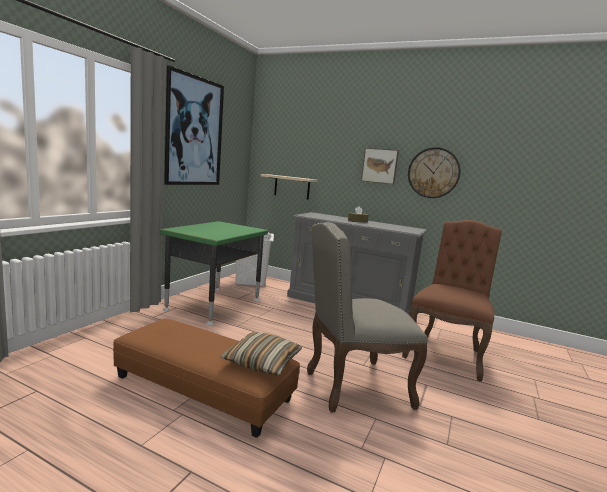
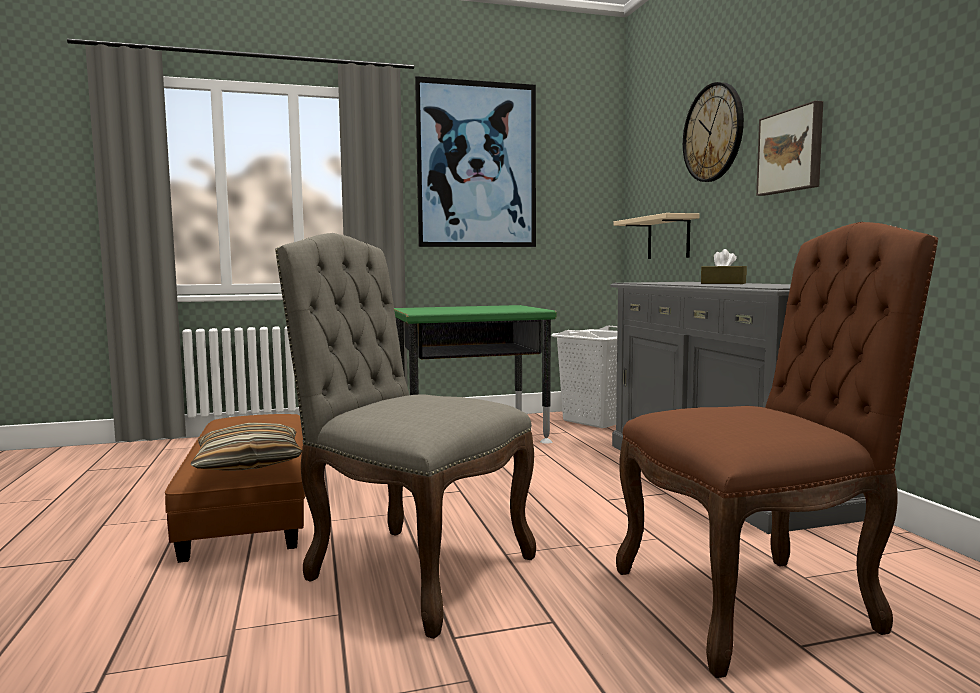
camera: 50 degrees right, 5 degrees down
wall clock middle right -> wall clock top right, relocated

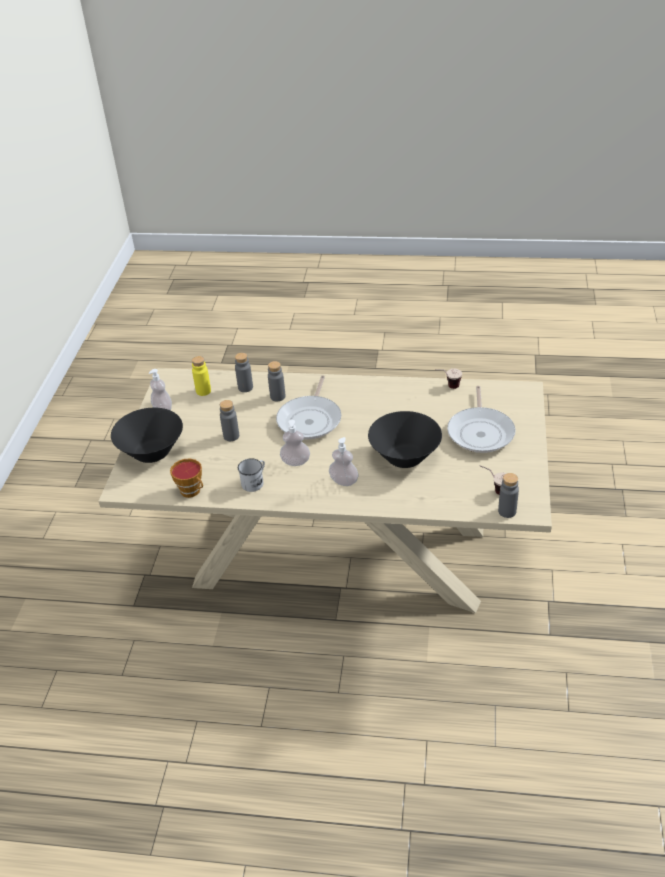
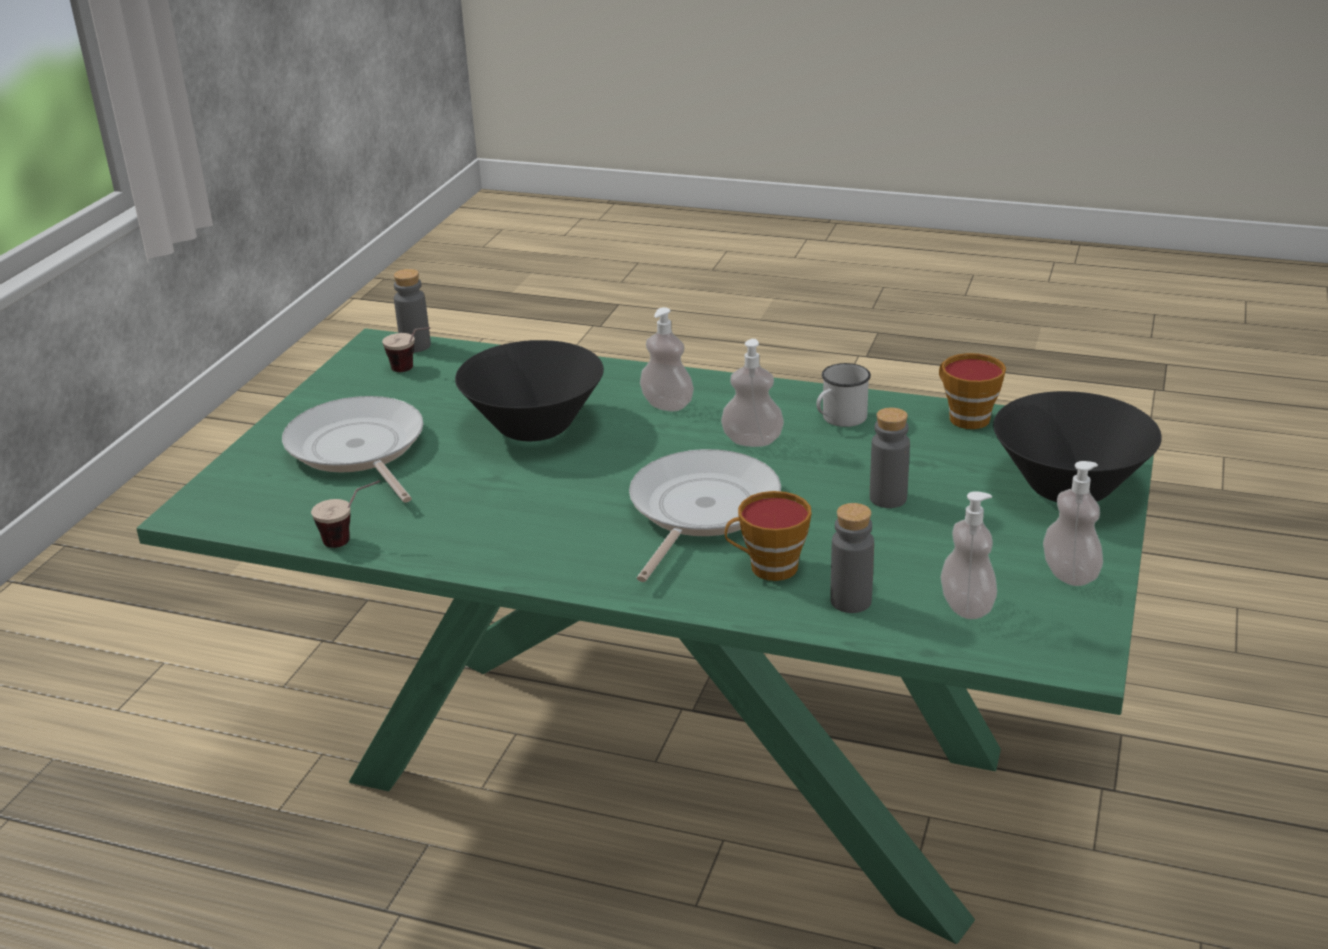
camera: 170 degrees left, 10 degrees down
yellow bottle middle left -> soap dispenser (no. 3 from left) middle right
grey bottle (no. 3 from left) centre -> cup (no. 3 from left) centre
beige dining table centre -> green dining table bottom centre
frying pan (no. 2 from left in the first image) middle right -> frying pan (no. 1 from left) middle left, 45 degrees counterclockwise

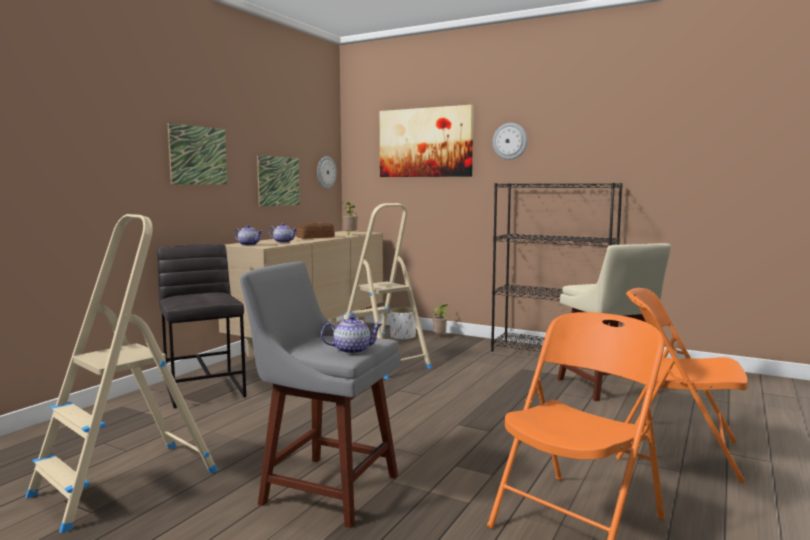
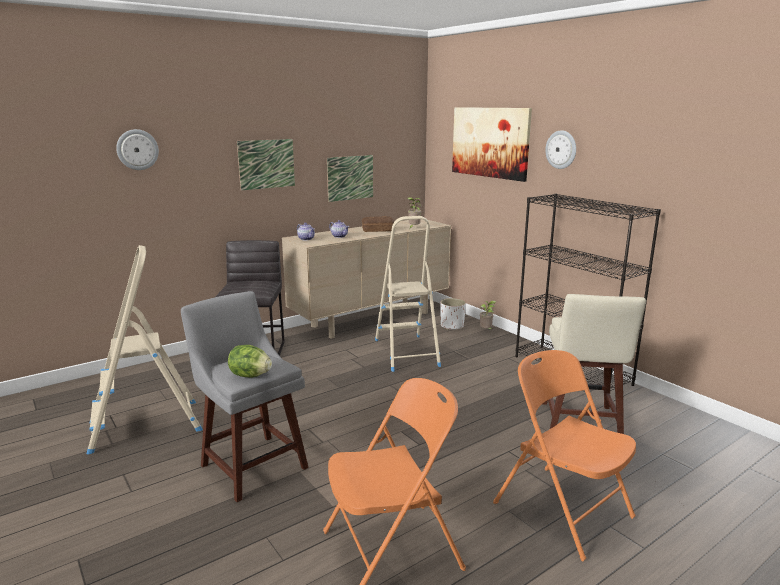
camera: 25 degrees right, 10 degrees up
wall clock (no. 1 from left) top centre -> wall clock (no. 1 from left) top left, relocated
teapot (no. 3 from left) centre -> lettuce middle left

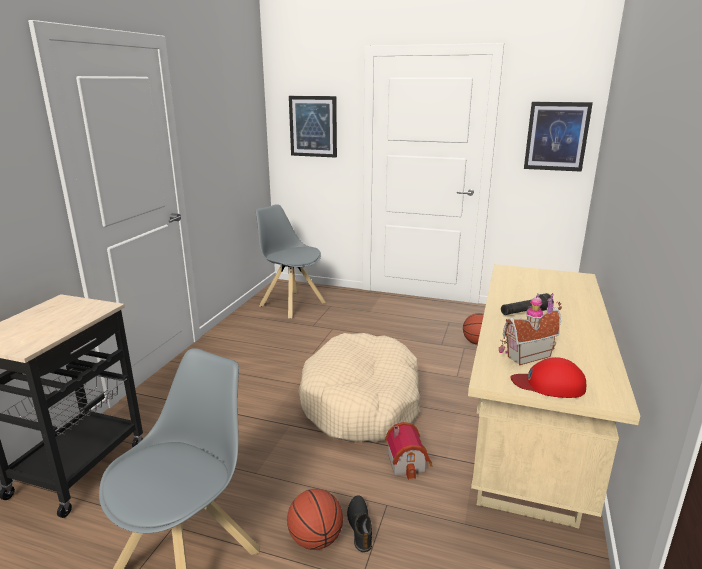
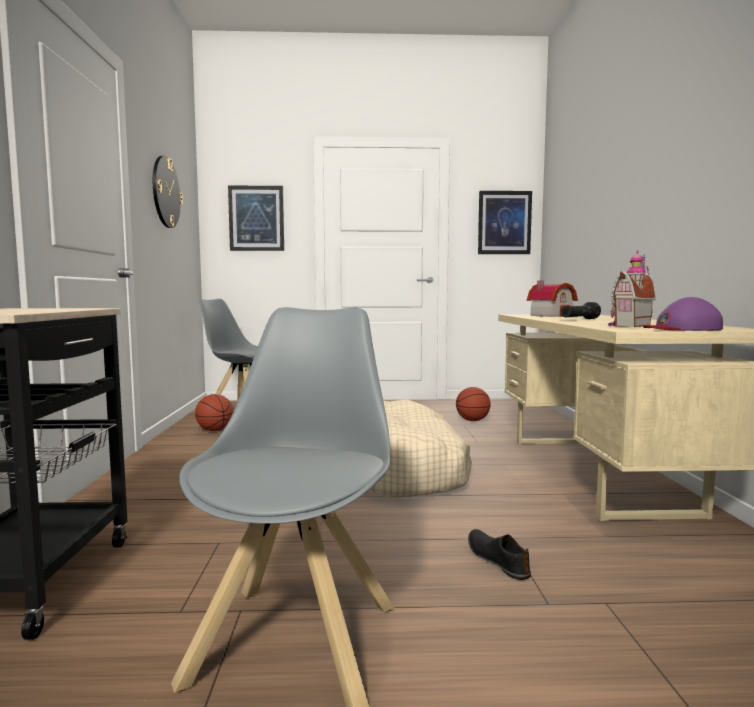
camera: 20 degrees left, 15 degrees down
none -> wall clock top left
basketball (no. 1 from left) bottom centre -> basketball (no. 1 from left) middle left, relocated
toy house (no. 1 from left) bottom centre -> toy house (no. 1 from left) middle right, relocated
red cap middle right -> purple cap middle right

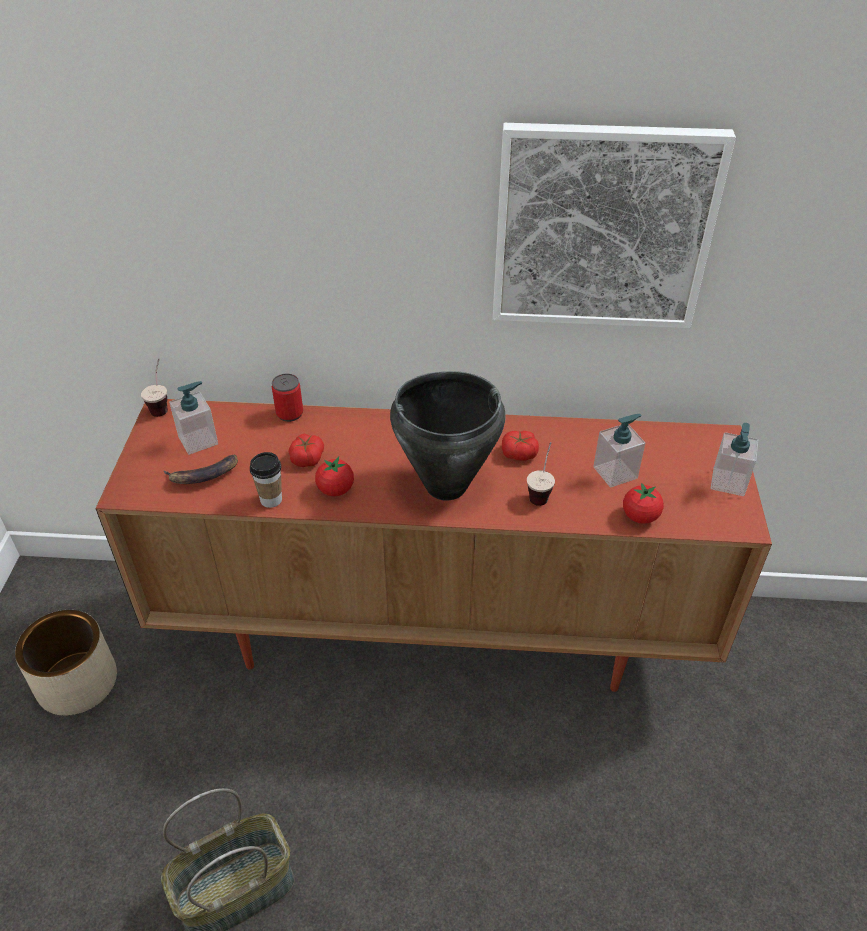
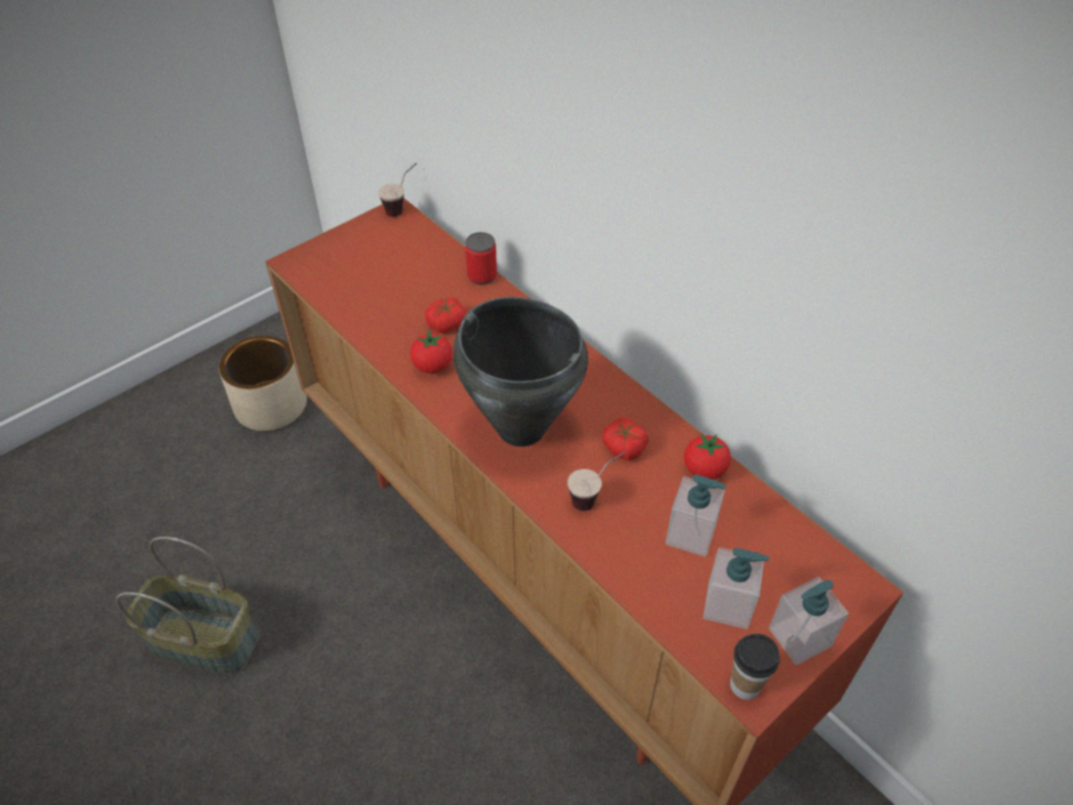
camera: 45 degrees right, 5 degrees up
banana middle left -> none
picture top right -> none
soap dispenser (no. 1 from left in the first image) middle left -> soap dispenser (no. 2 from left) bottom right, relocated
cup (no. 2 from left in the first image) middle left -> cup (no. 3 from left) bottom right, relocated
tomato (no. 4 from left) middle right -> tomato (no. 4 from left) centre, relocated

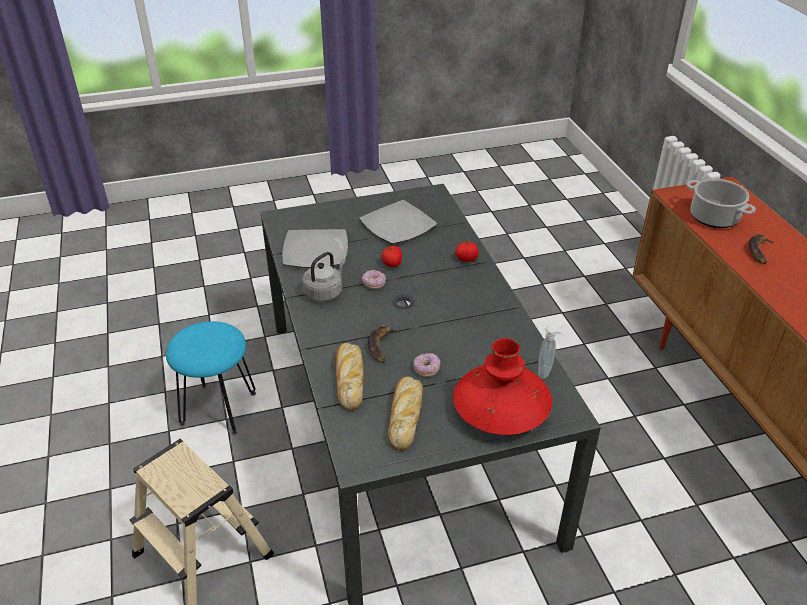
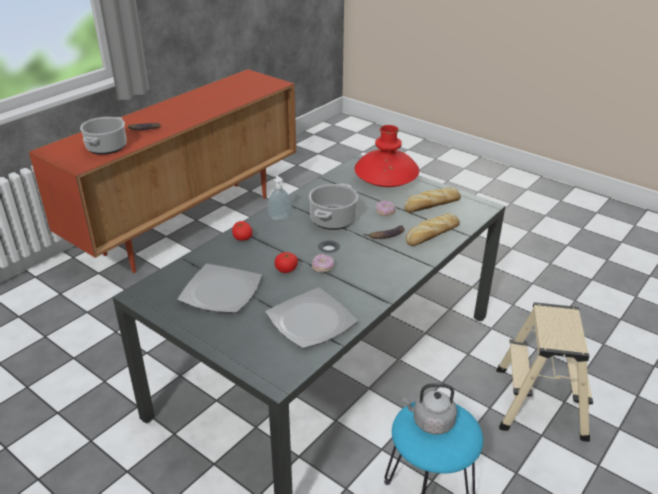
camera: 125 degrees left, 5 degrees down
none -> cooking pot (no. 2 from left) centre
grey kettle centre -> grey kettle bottom centre, relocated
soap dispenser middle right -> soap dispenser centre, relocated

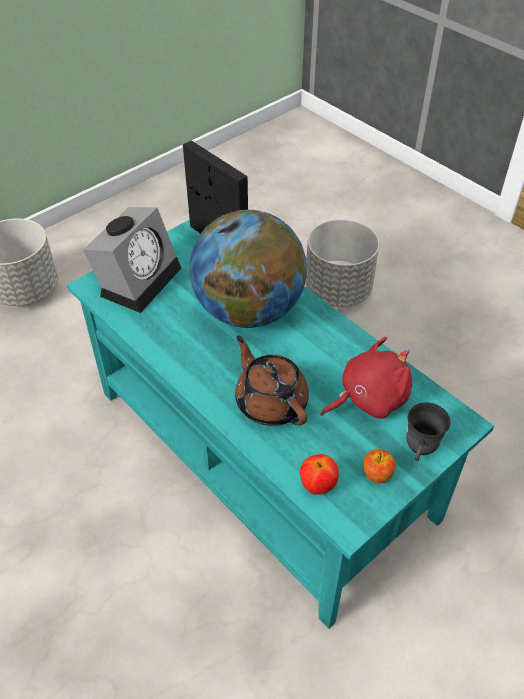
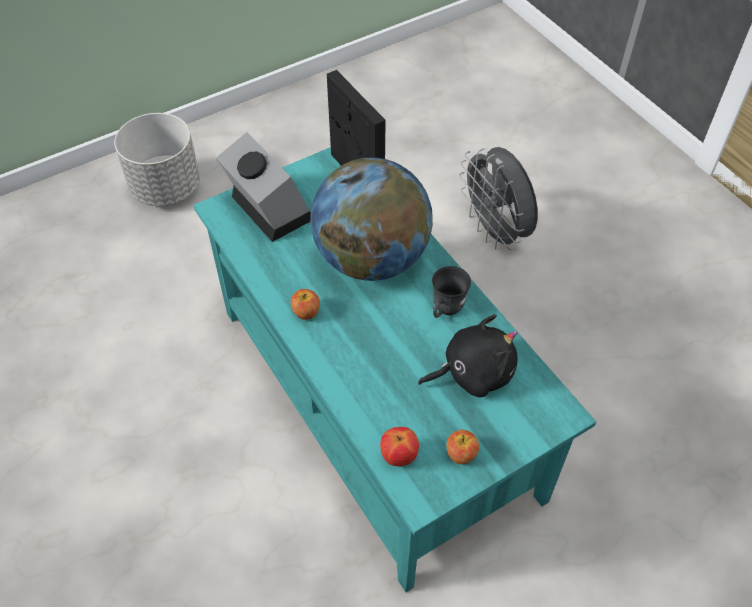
camera: 10 degrees right, 5 degrees up
brown teapot centre -> none
none -> apple (no. 1 from left) centre
grey mug middle right -> grey mug centre, relocated
grey planter (no. 2 from left) centre -> grey fan top centre
red plush toy middle right -> black plush toy centre
alarm clock middle left -> alarm clock top centre, 75 degrees counterclockwise

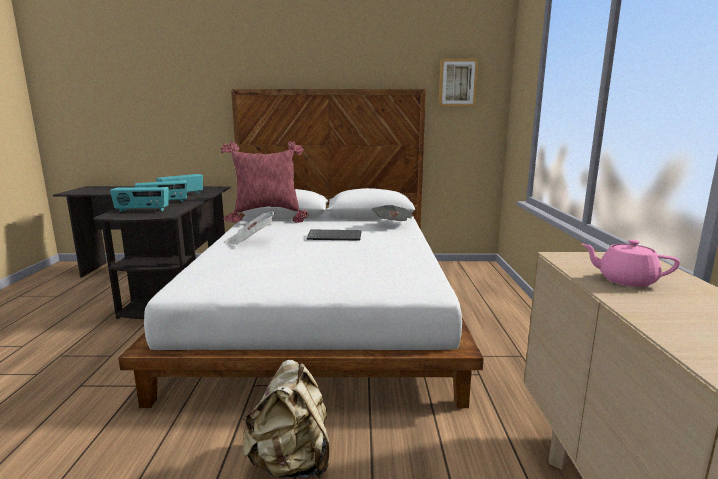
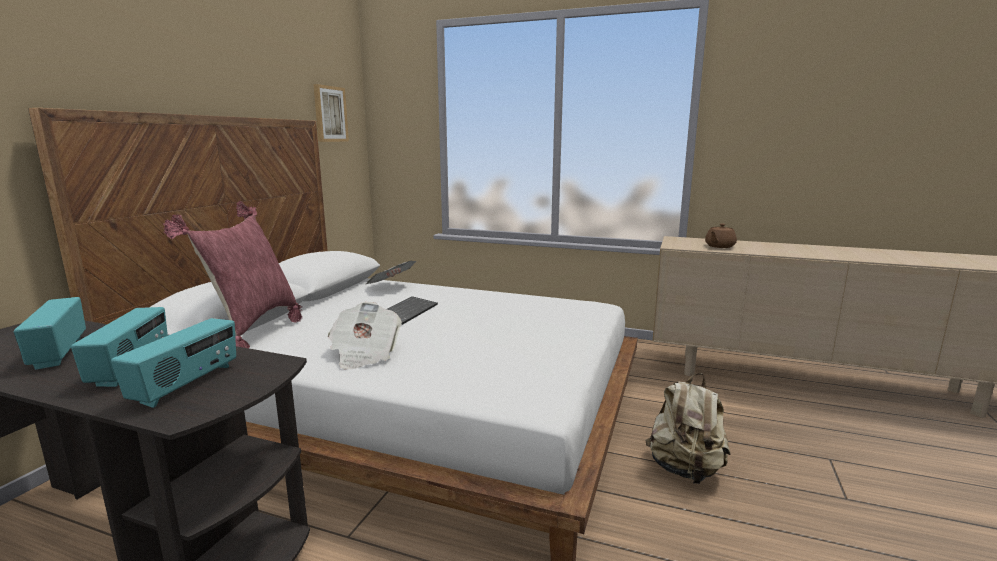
camera: 70 degrees left, 0 degrees up
pink teapot middle right -> brown teapot middle right

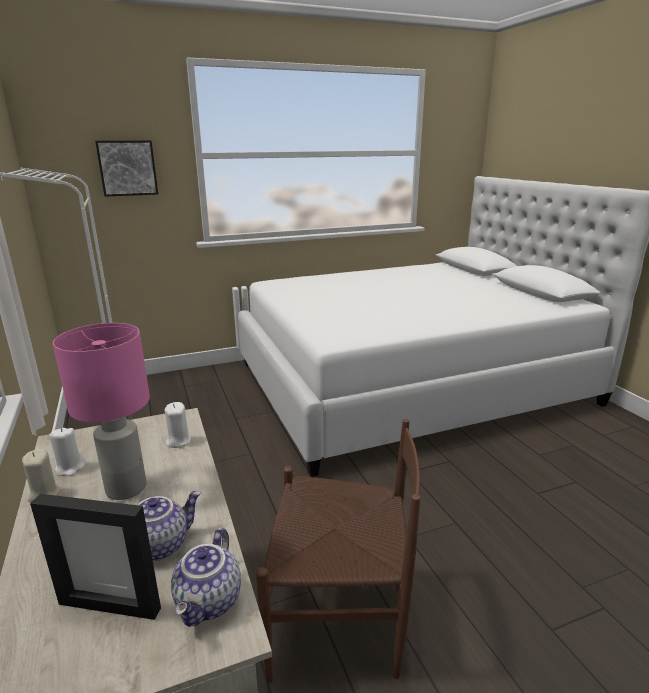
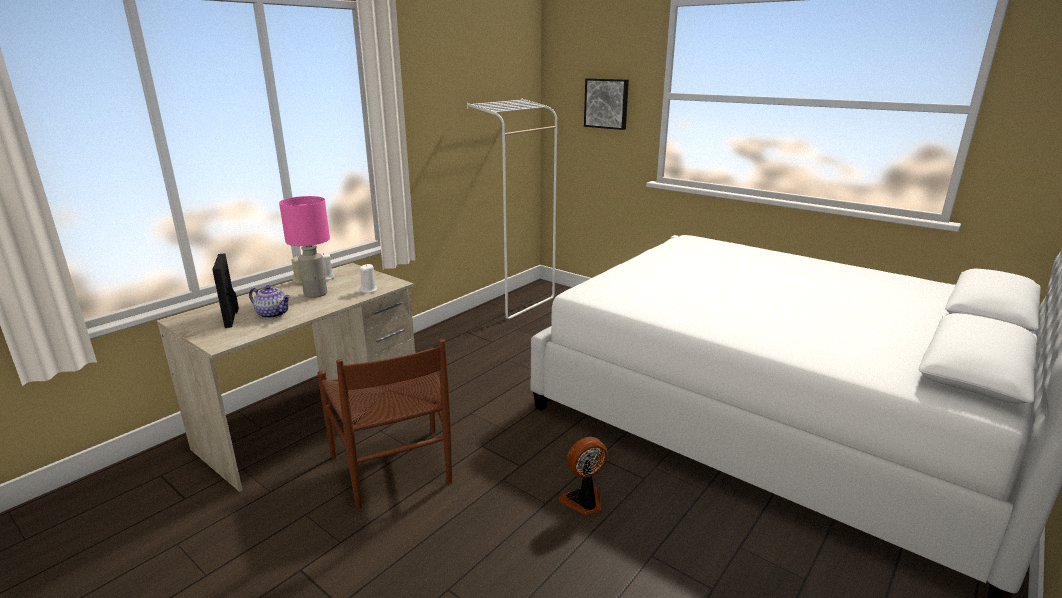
camera: 60 degrees right, 0 degrees up
teapot (no. 2 from left) bottom left -> none
none -> fan bottom centre

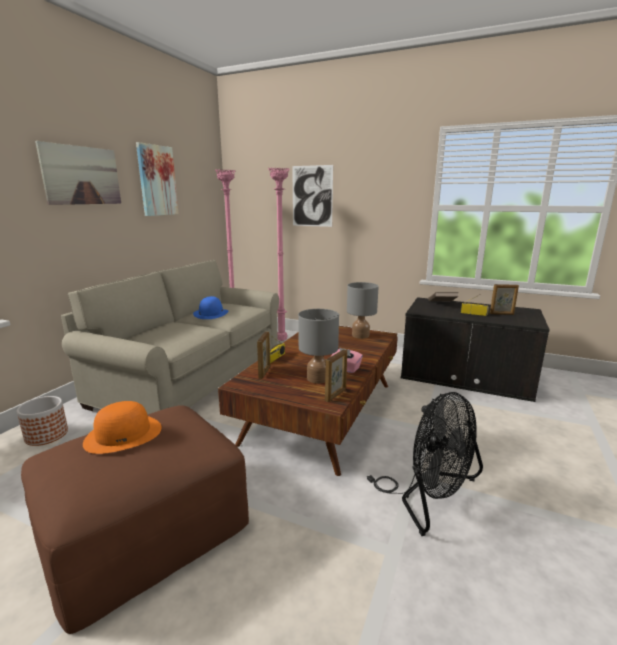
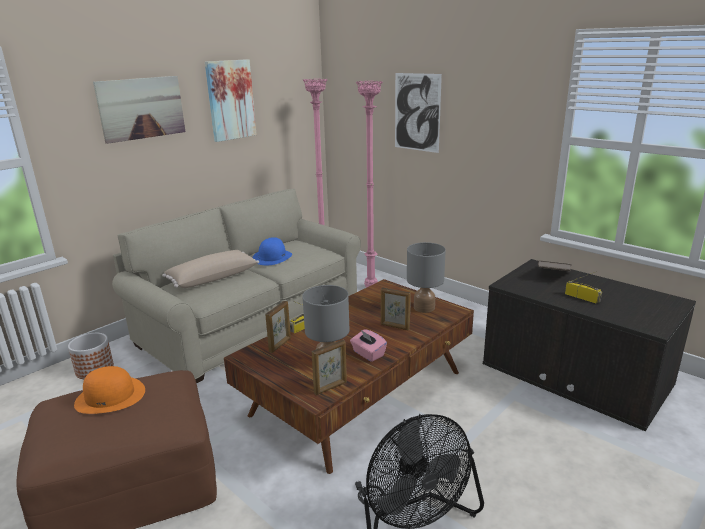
camera: 20 degrees right, 5 degrees up
none -> beige pillow middle left
picture frame (no. 3 from left) middle right -> picture frame (no. 3 from left) centre, relocated

